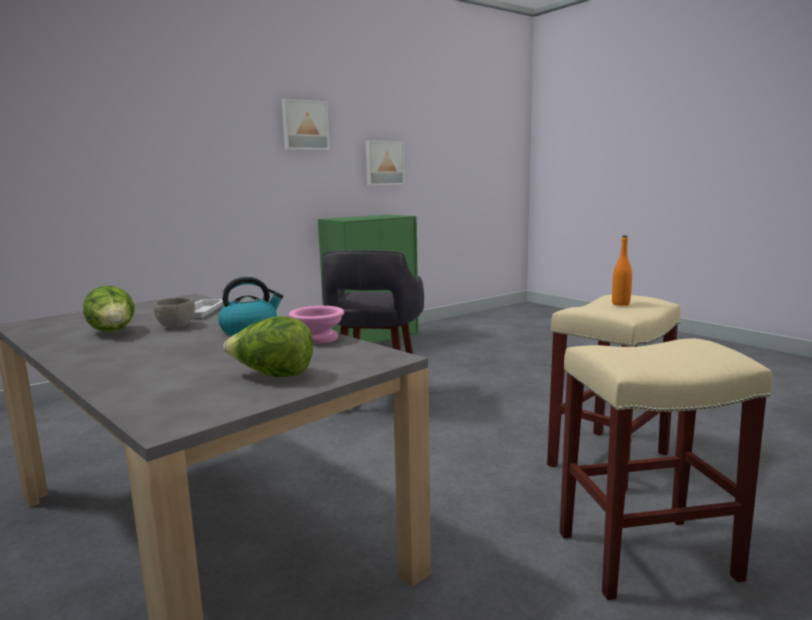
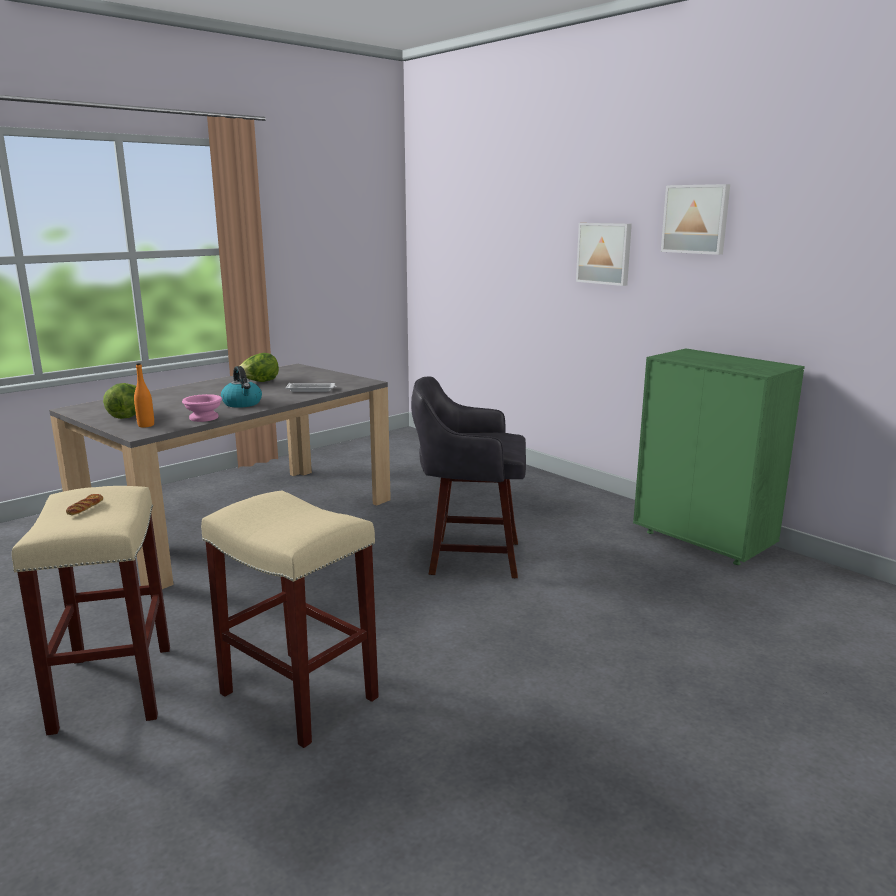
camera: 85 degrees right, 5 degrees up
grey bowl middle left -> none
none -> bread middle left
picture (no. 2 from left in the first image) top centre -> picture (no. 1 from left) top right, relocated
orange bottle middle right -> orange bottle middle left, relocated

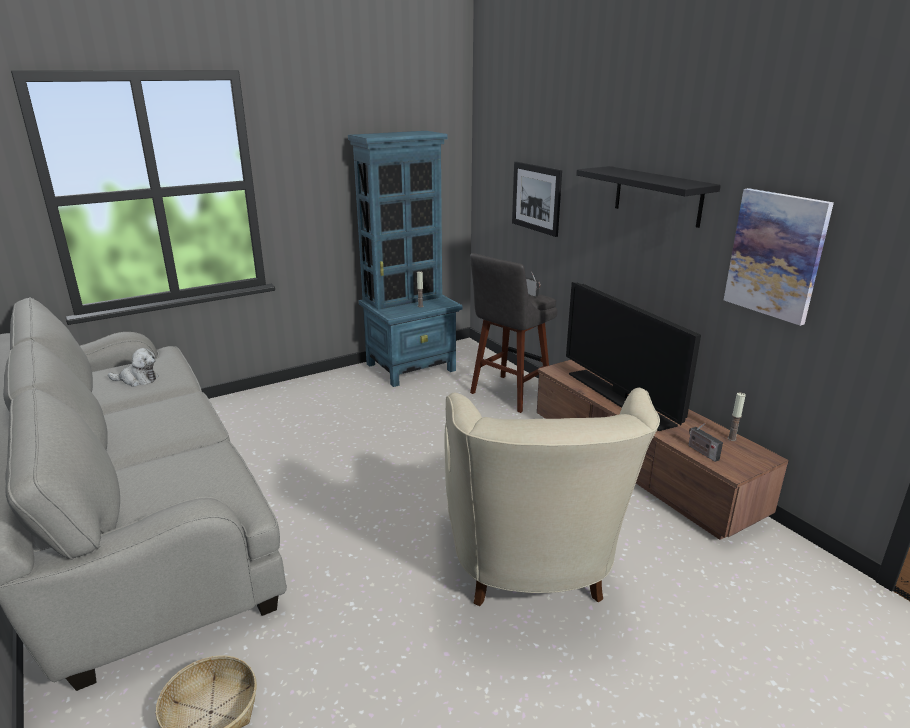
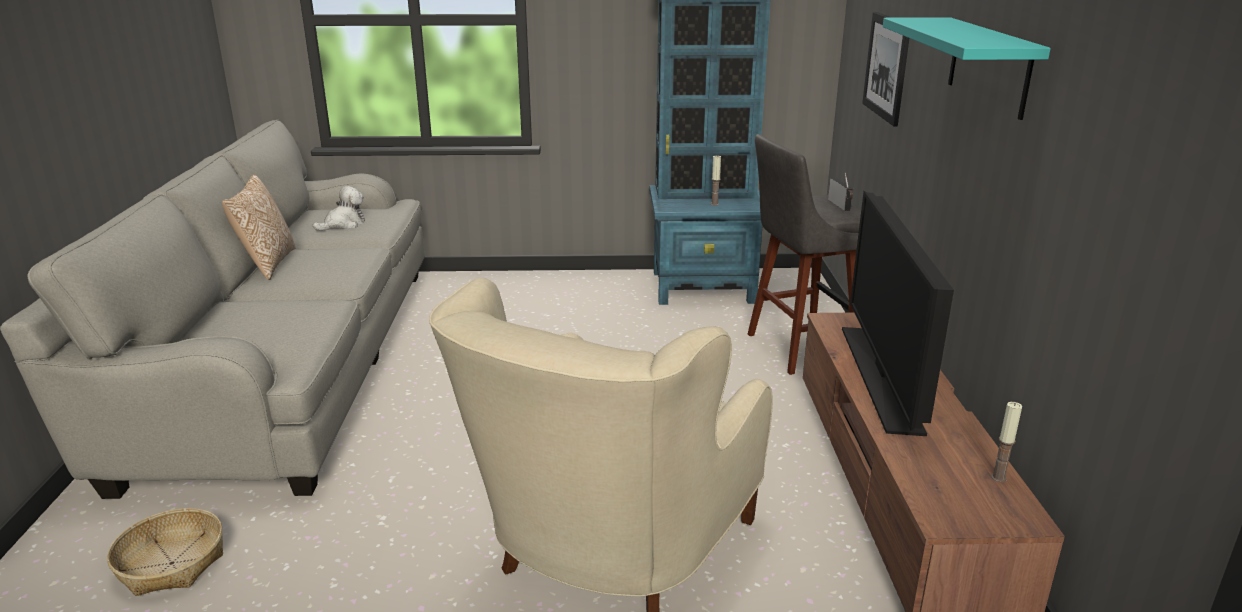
camera: 30 degrees right, 0 degrees up
radio (no. 2 from left) middle right -> none
picture (no. 2 from left) middle right -> none
none -> pillow middle left
black shelf top right -> turquoise shelf top right
plush toy middle left, 75 degrees counterclockwise

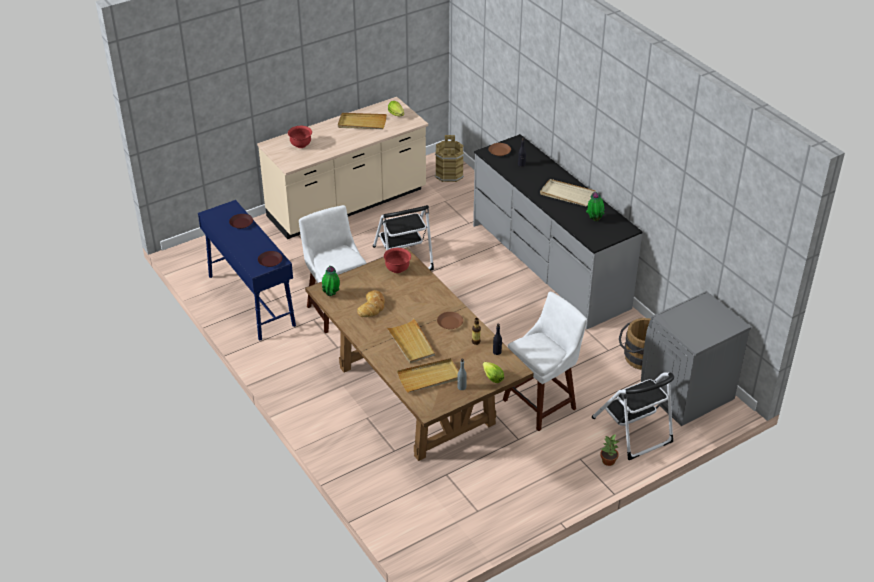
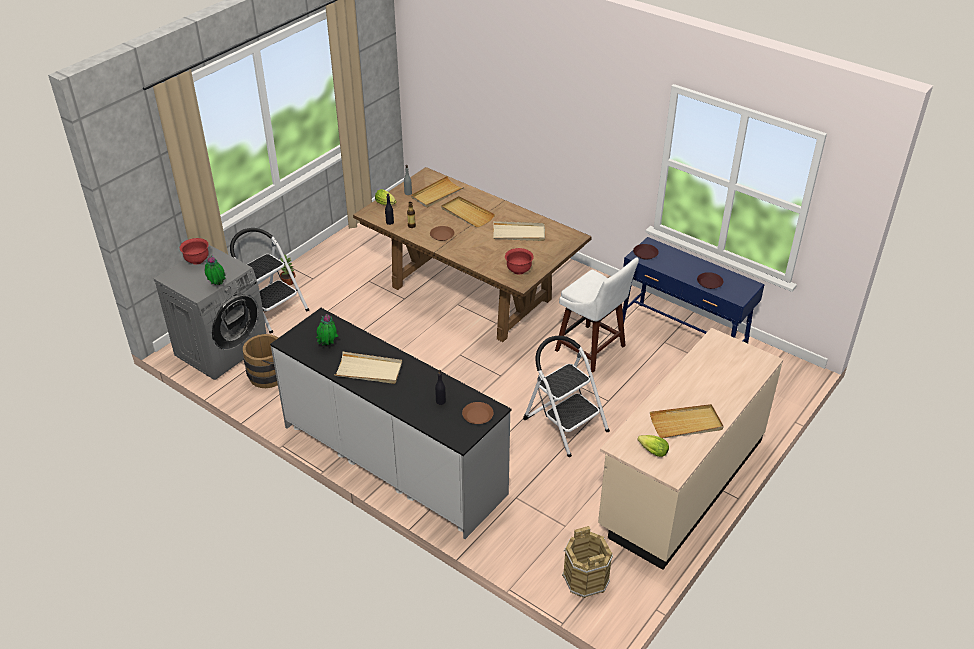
camera: 160 degrees right, 0 degrees up
white chair (no. 2 from left) centre -> none
red bowl (no. 1 from left) top centre -> red bowl (no. 1 from left) middle left, relocated
potted plant (no. 1 from left) centre -> potted plant (no. 1 from left) middle left, relocated
bread centre -> beige tray (no. 4 from left) centre

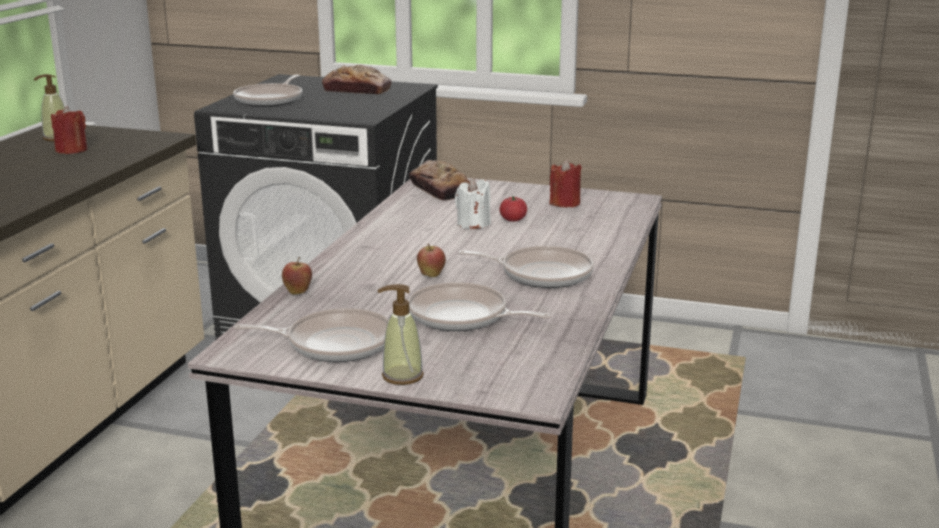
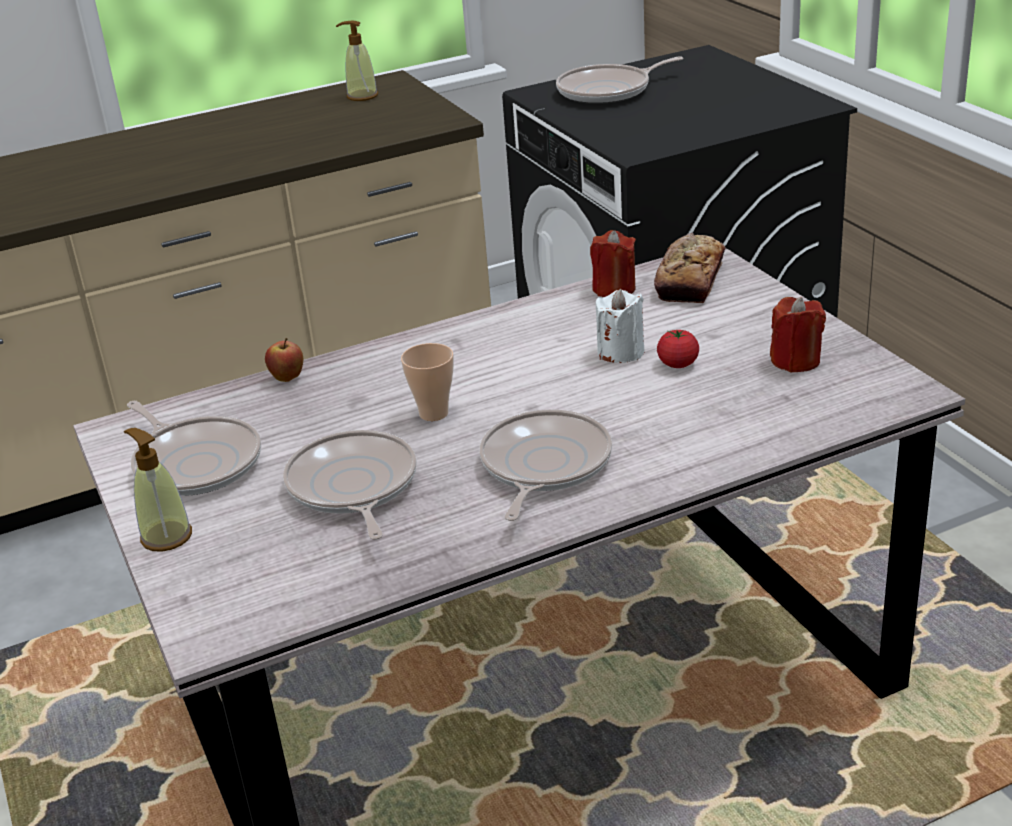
camera: 50 degrees right, 10 degrees up
bread (no. 1 from left) top centre -> none
red candle (no. 1 from left) top left -> red candle (no. 1 from left) top centre, relocated
apple (no. 2 from left) centre -> cup centre
frying pan (no. 4 from left in the first image) centre -> frying pan (no. 3 from left) centre, 135 degrees counterclockwise

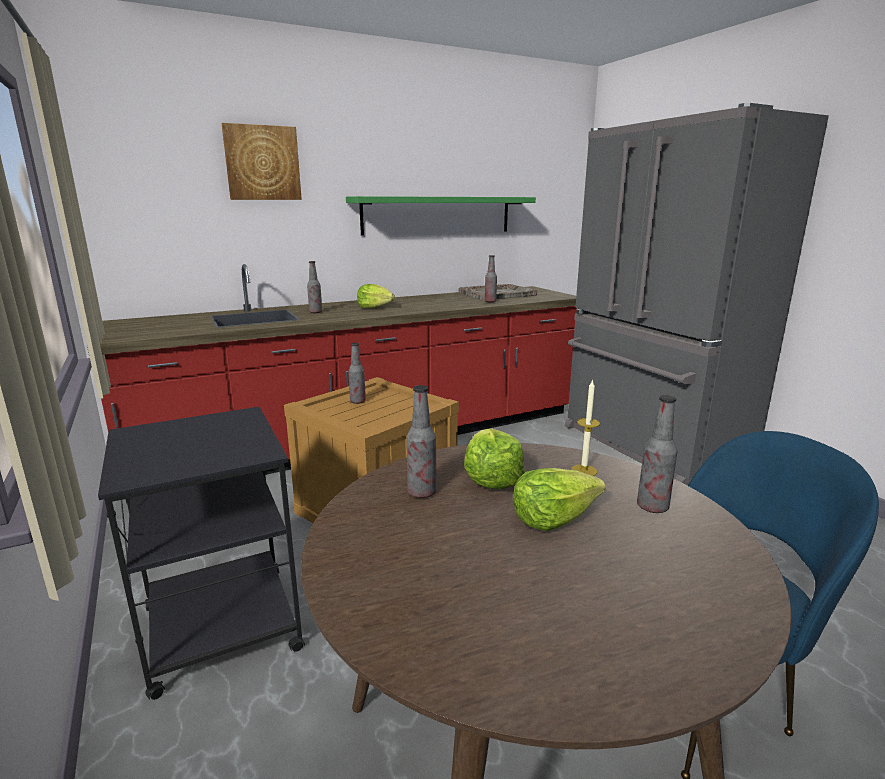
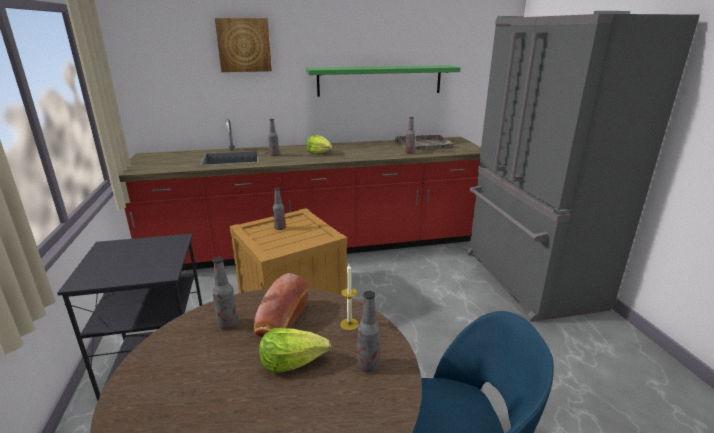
camera: 15 degrees right, 5 degrees up
lettuce (no. 2 from left) centre -> bread bottom centre

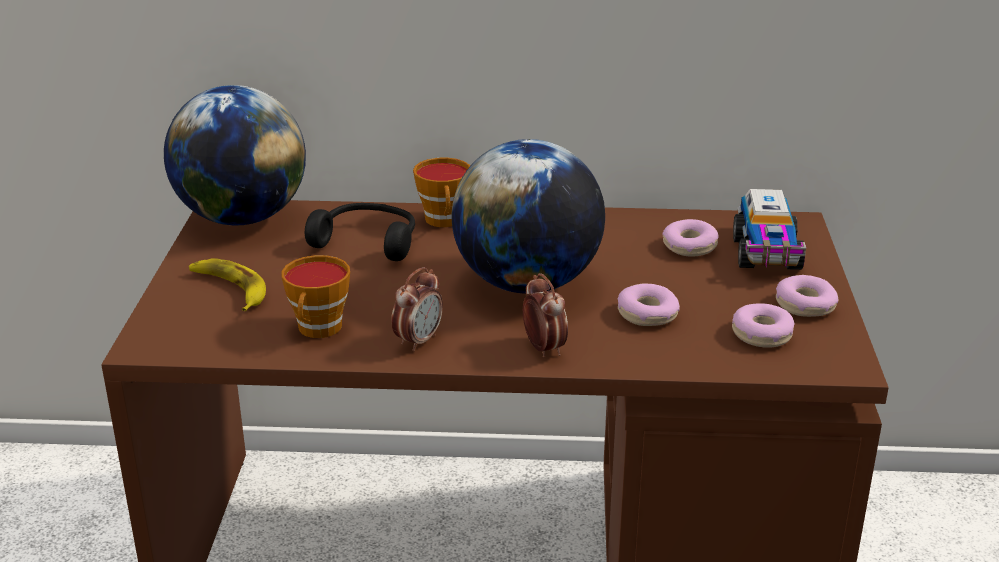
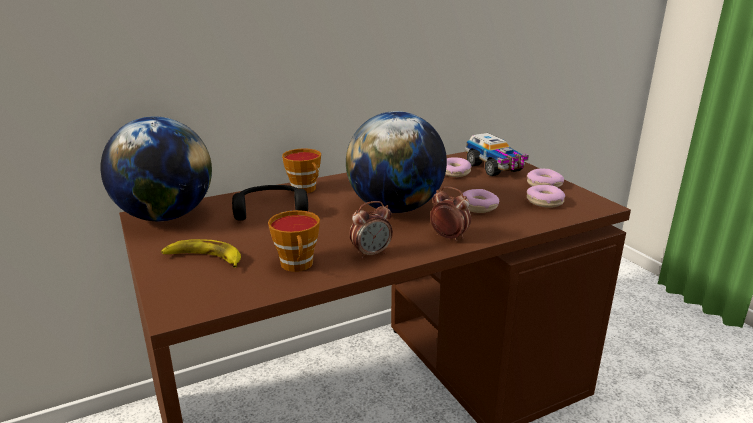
camera: 30 degrees left, 5 degrees down
alarm clock (no. 1 from left) centre, 60 degrees clockwise

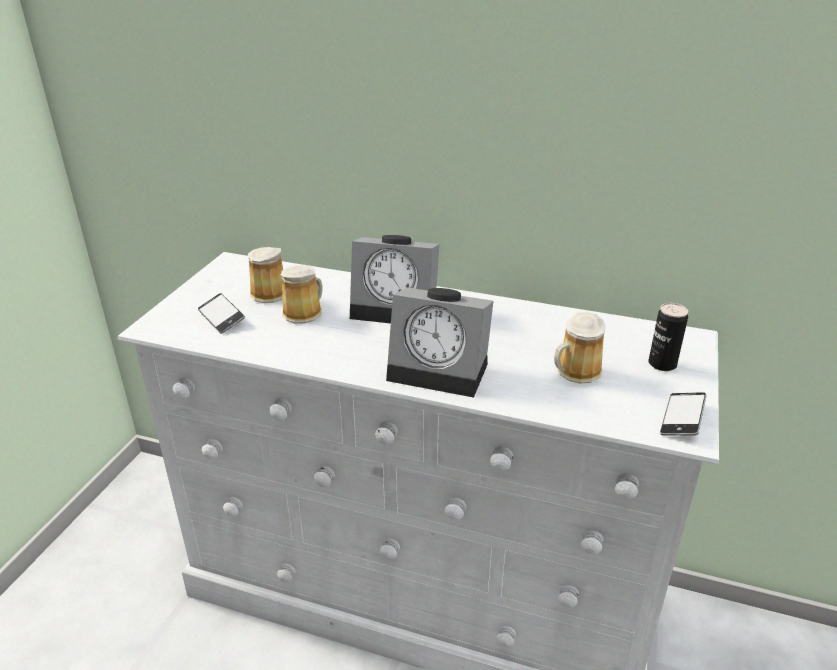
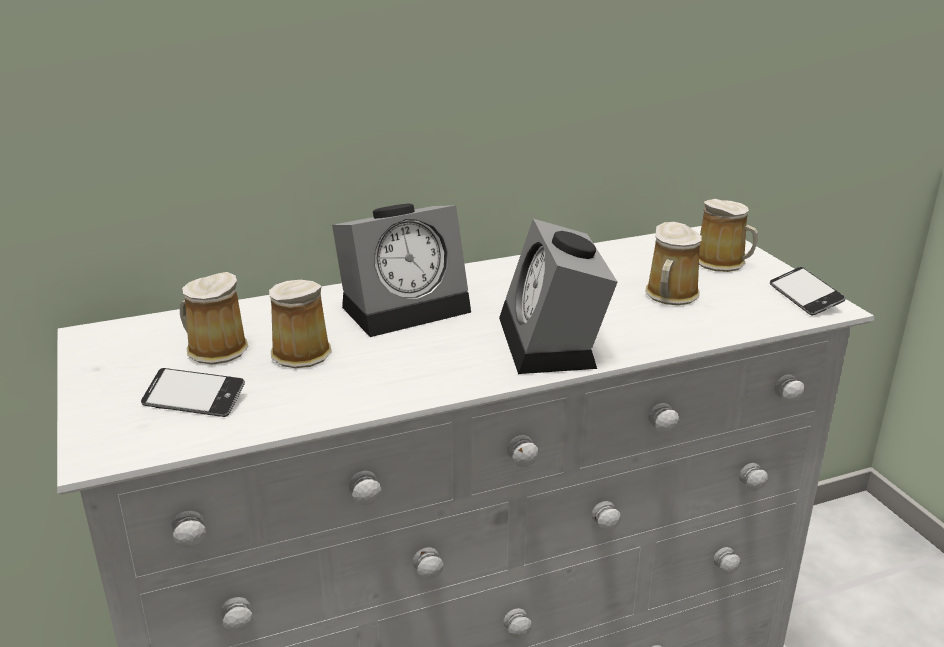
camera: 40 degrees left, 5 degrees down
can middle right -> mug (no. 4 from left) middle right
alarm clock (no. 2 from left) centre, 105 degrees clockwise

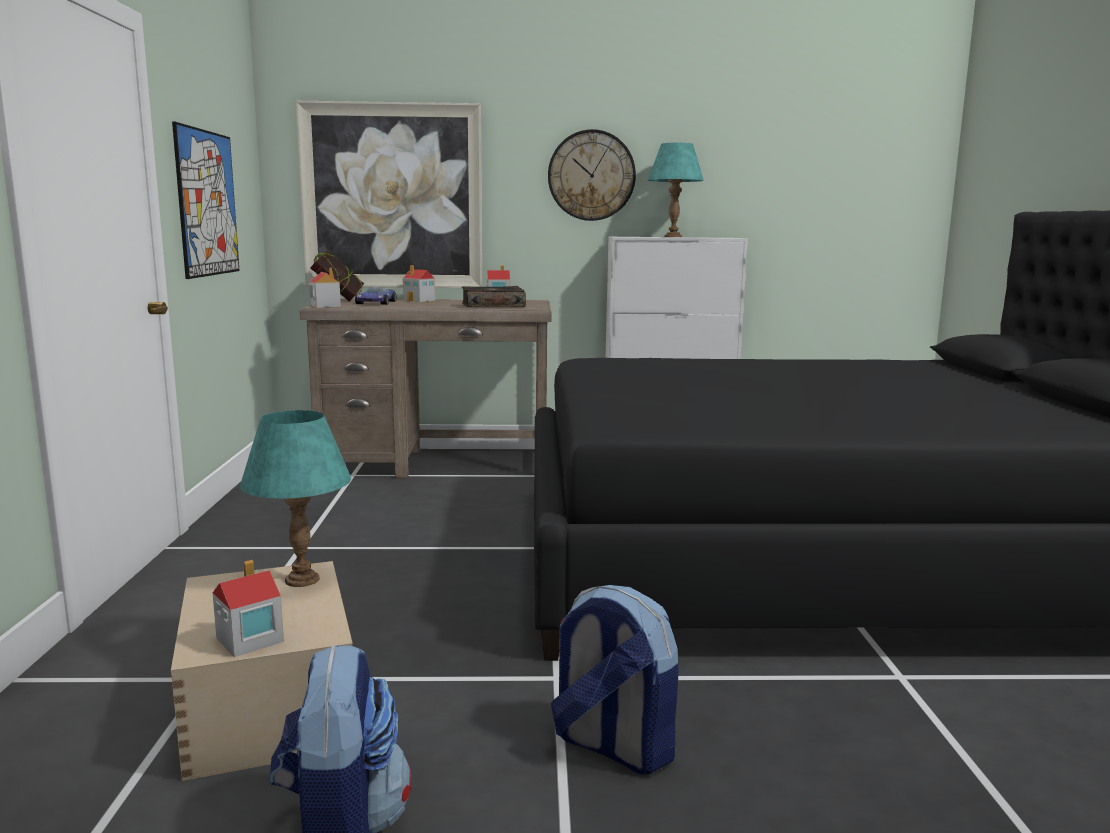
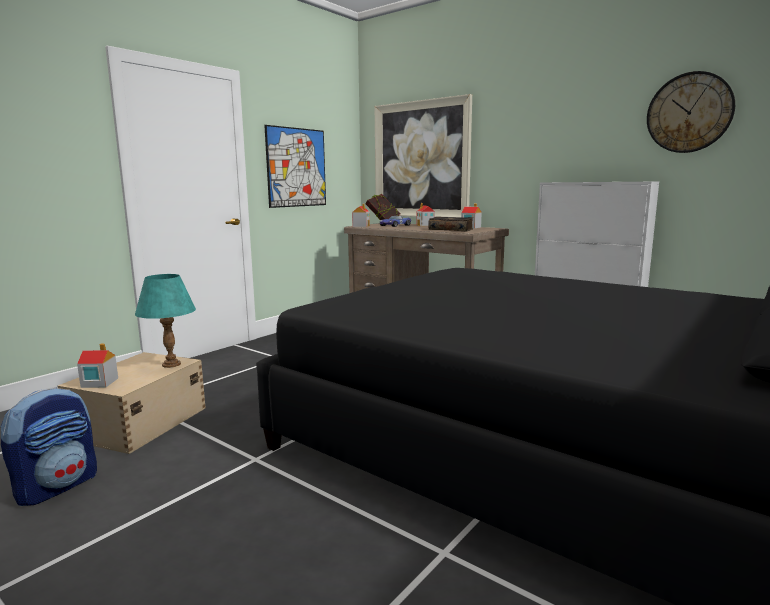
camera: 40 degrees right, 0 degrees up
backpack (no. 2 from left) bottom centre -> none
turquoise table lamp (no. 2 from left) top centre -> none
wall clock top centre -> wall clock top right, relocated

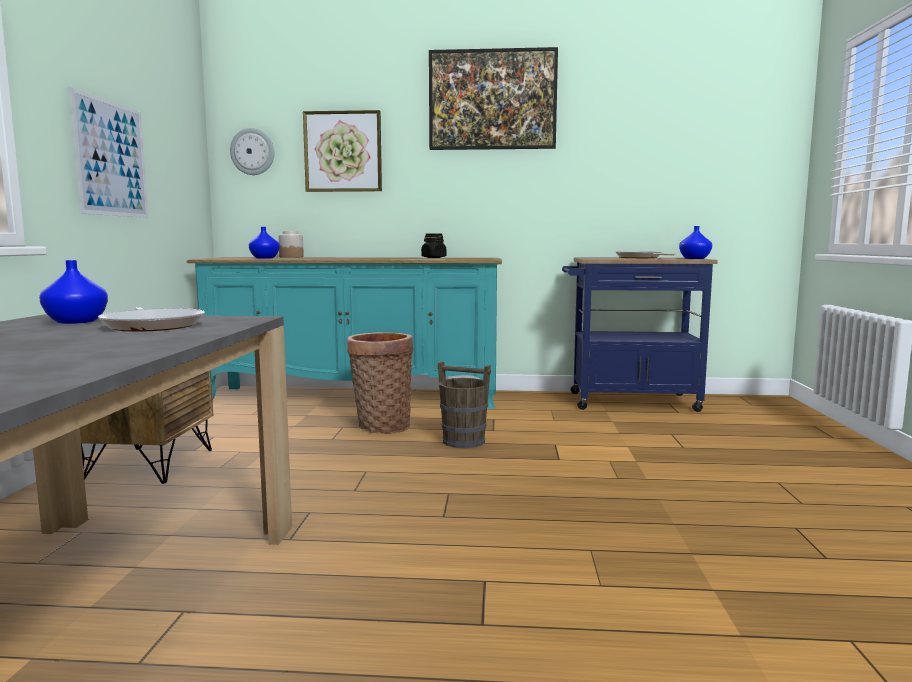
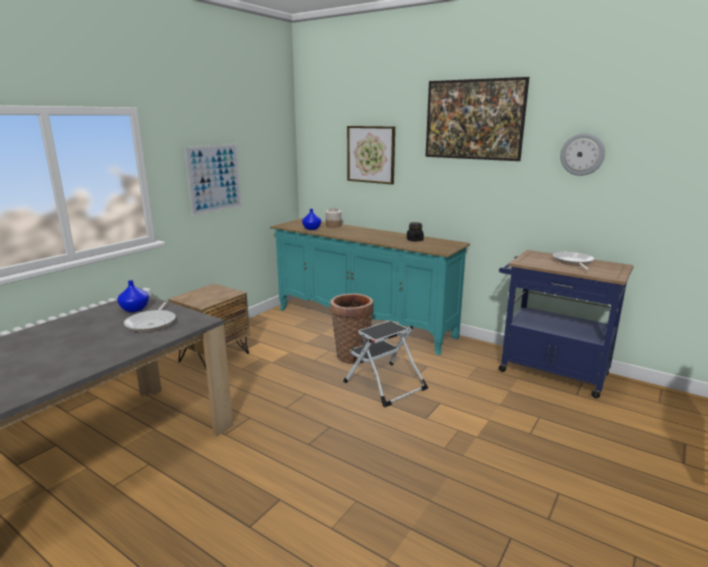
camera: 30 degrees right, 10 degrees up
blue vase (no. 3 from left) middle right -> none
wall clock top left -> wall clock top right, relocated
brown bucket centre -> step ladder centre

